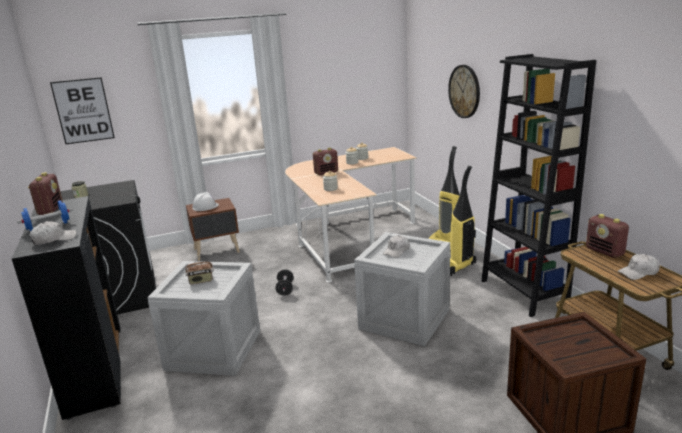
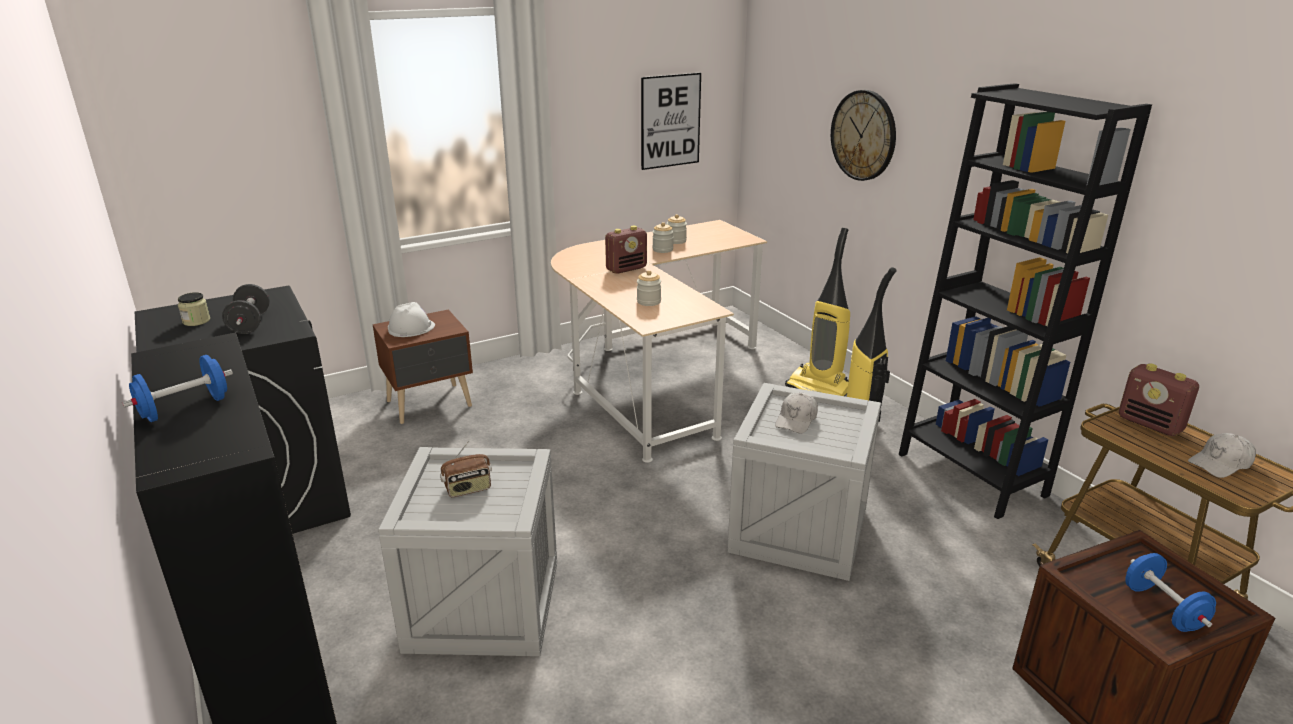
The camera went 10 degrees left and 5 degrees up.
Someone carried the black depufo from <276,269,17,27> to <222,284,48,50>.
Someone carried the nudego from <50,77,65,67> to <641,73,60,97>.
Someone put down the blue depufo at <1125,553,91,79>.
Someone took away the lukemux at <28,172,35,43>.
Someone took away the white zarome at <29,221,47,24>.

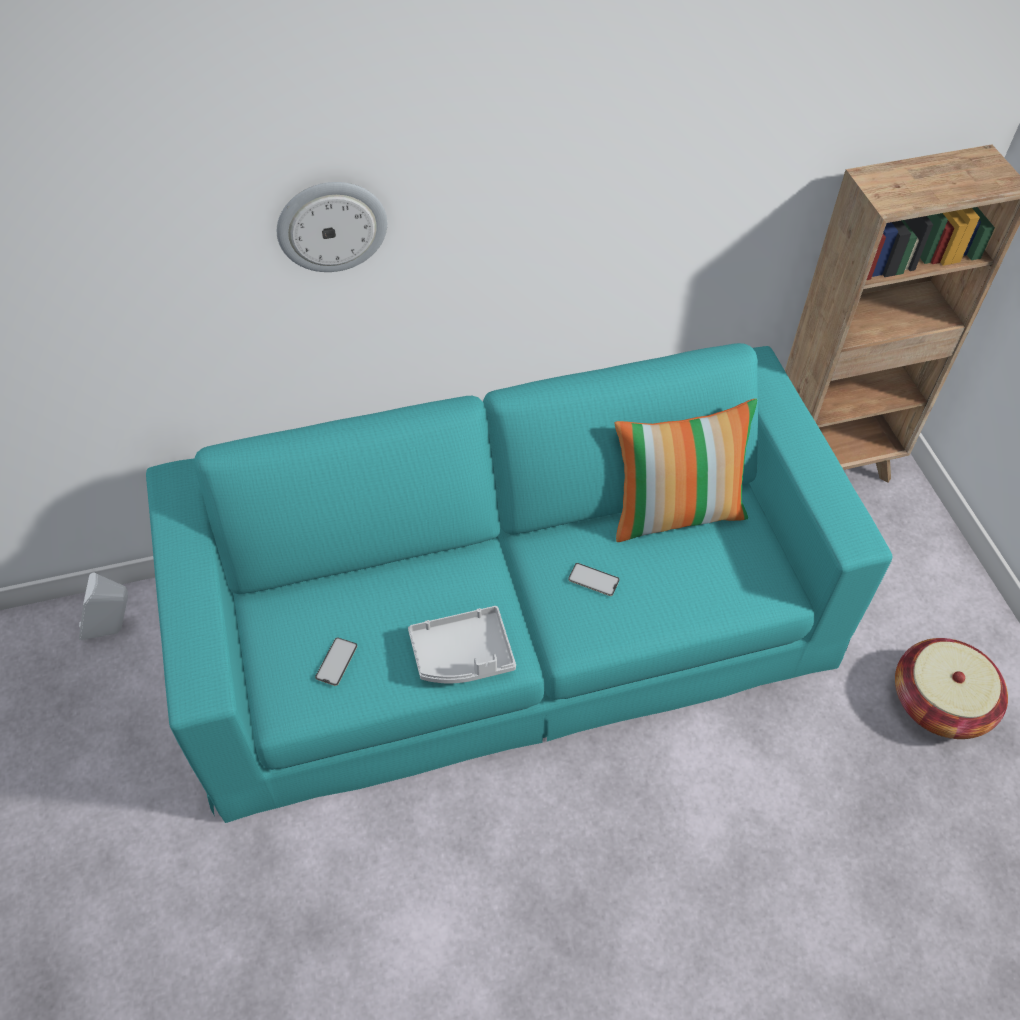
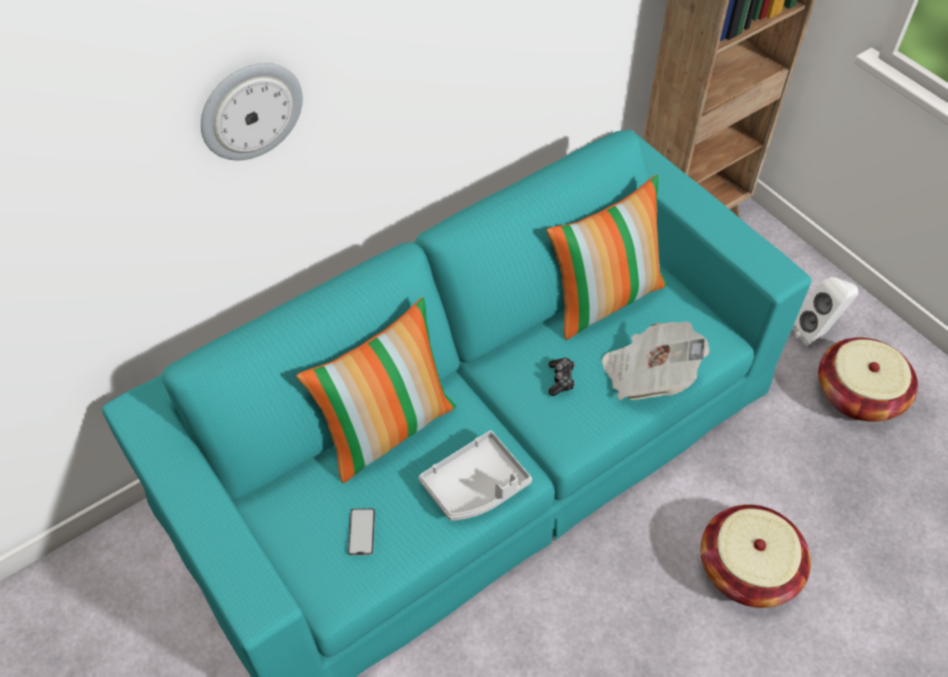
The camera went 20 degrees left and 0 degrees up.
Someone put down the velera at <296,297,160,186>.
Someone swapped the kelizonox at <568,563,52,33> for the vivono at <548,358,27,38>.
Someone put down the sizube at <602,321,108,79>.
Someone put down the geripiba at <701,504,110,104>.
Someone carried the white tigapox from <79,572,49,68> to <792,277,66,69>.

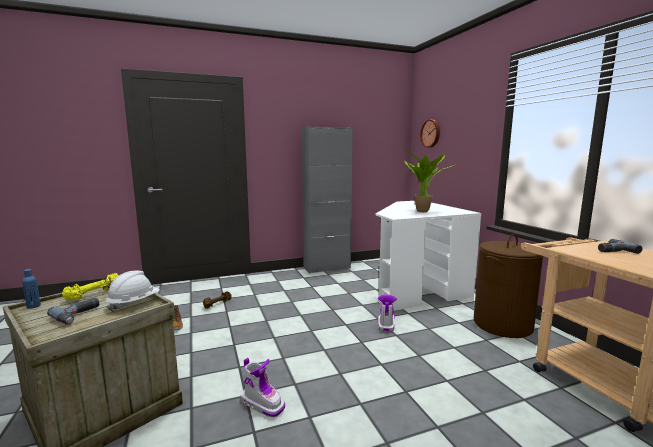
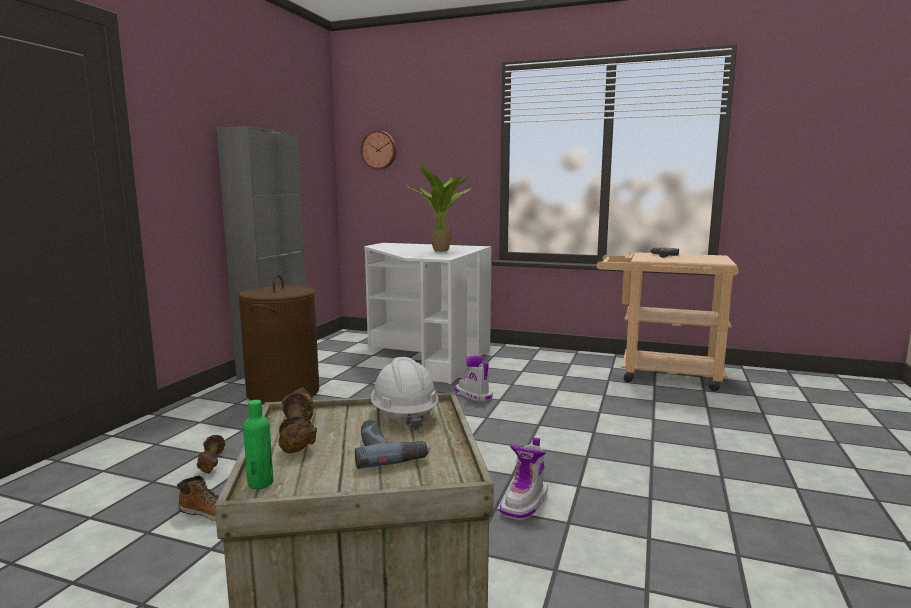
The camera went 50 degrees left and 0 degrees up.
Someone carried the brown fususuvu from <474,234,69,104> to <238,274,81,131>.
Someone repainted the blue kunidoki at <22,269,19,40>, which became the green kunidoki at <243,400,30,89>.
Someone repainted the yellow depufo at <62,273,57,28>, which became the brown depufo at <278,387,39,66>.
Someone rotated the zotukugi at <240,358,45,60> by 135 degrees clockwise.

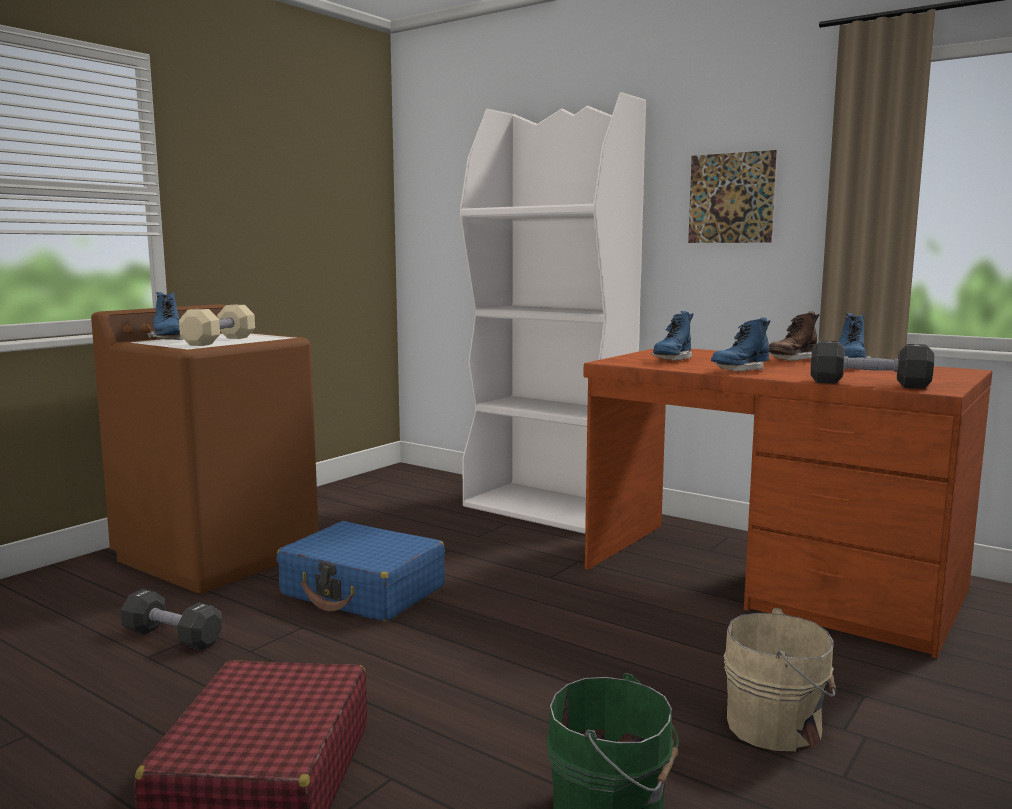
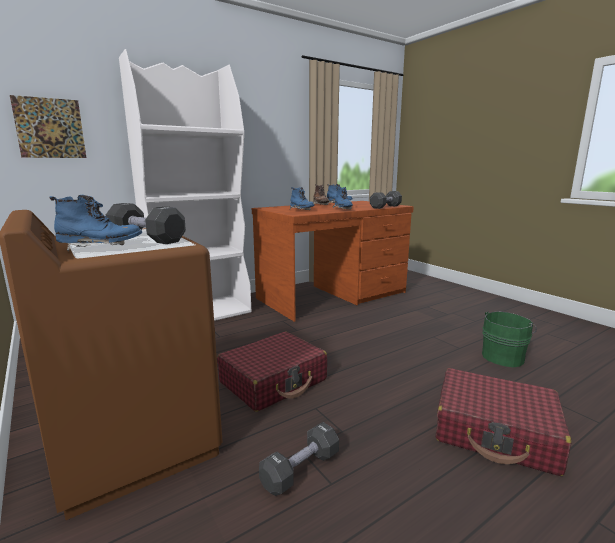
The camera went 70 degrees left and 5 degrees up.
Someone carried the nudego from <688,150,89,93> to <10,95,76,63>.
Someone repainted the beige depufo at <179,305,76,41>, which became the black depufo at <106,203,80,41>.
Someone repainted the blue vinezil at <277,521,168,101>, which became the red vinezil at <217,332,110,80>.
Someone took away the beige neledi at <724,608,112,143>.

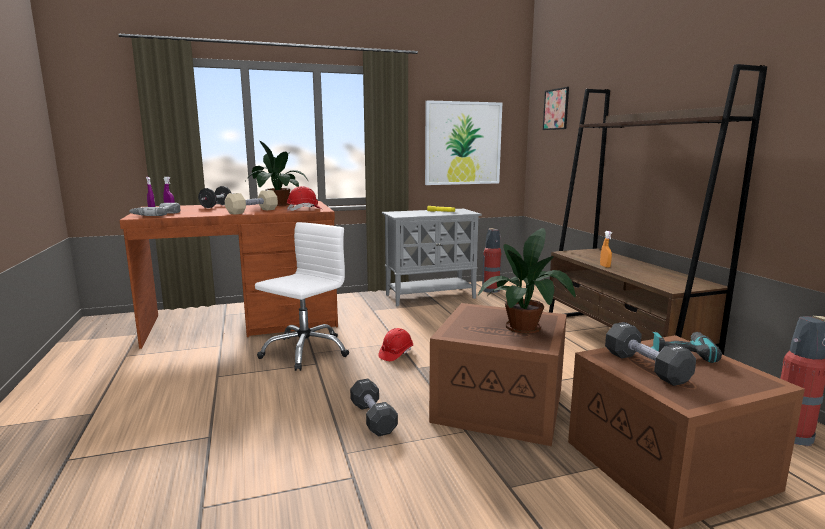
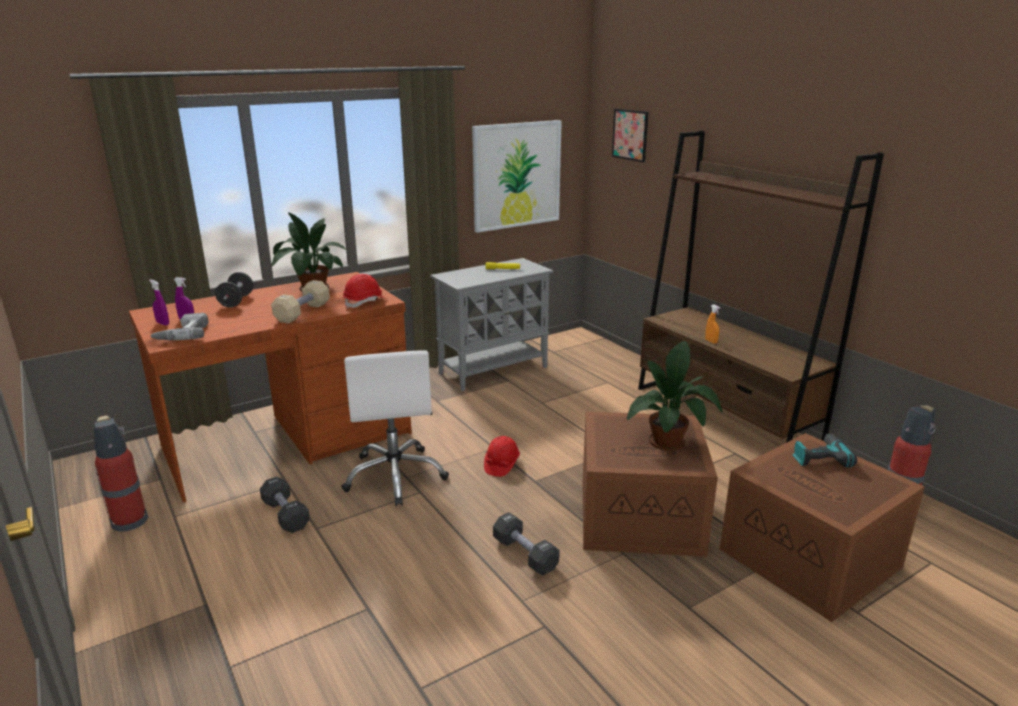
The camera went 15 degrees left and 10 degrees up.
Someone carried the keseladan from <482,228,20,65> to <94,415,55,117>.
Someone carried the black depufo from <605,322,91,64> to <260,477,50,56>.
Someone rotated the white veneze at <255,222,94,149> by 150 degrees clockwise.

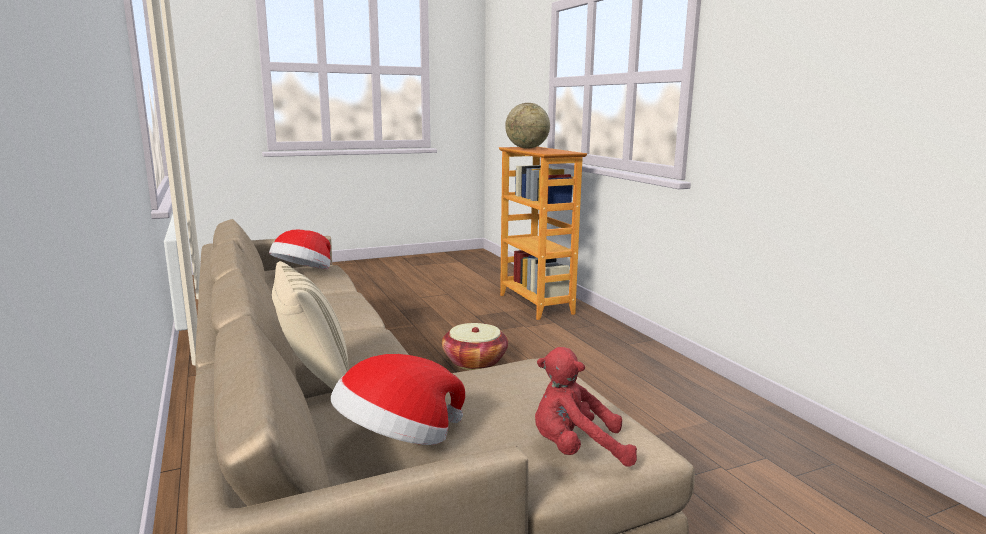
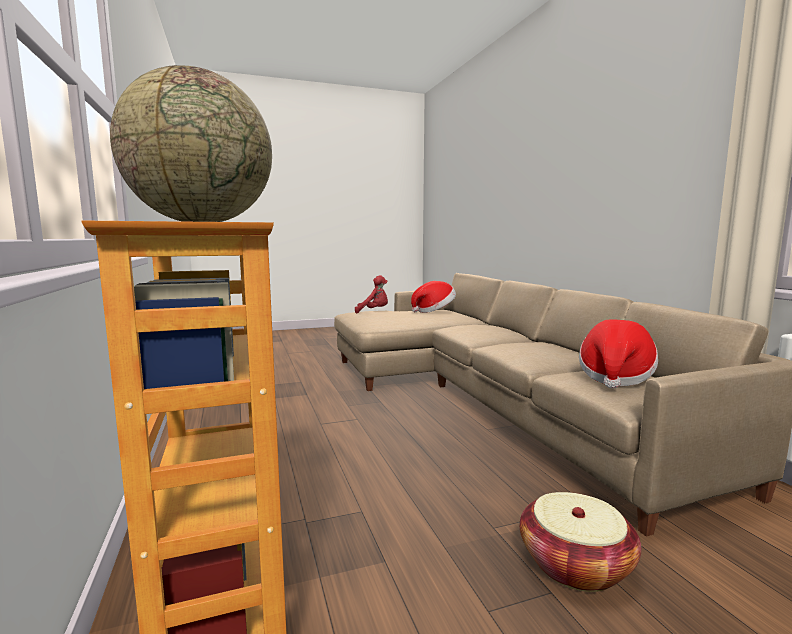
The camera went 175 degrees left and 5 degrees down.
Someone carried the geripiba from <442,323,66,47> to <520,492,121,100>.
Someone took away the beige velera at <272,261,77,129>.

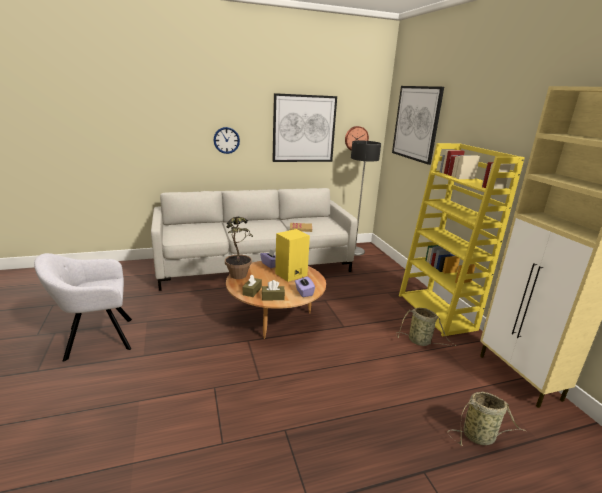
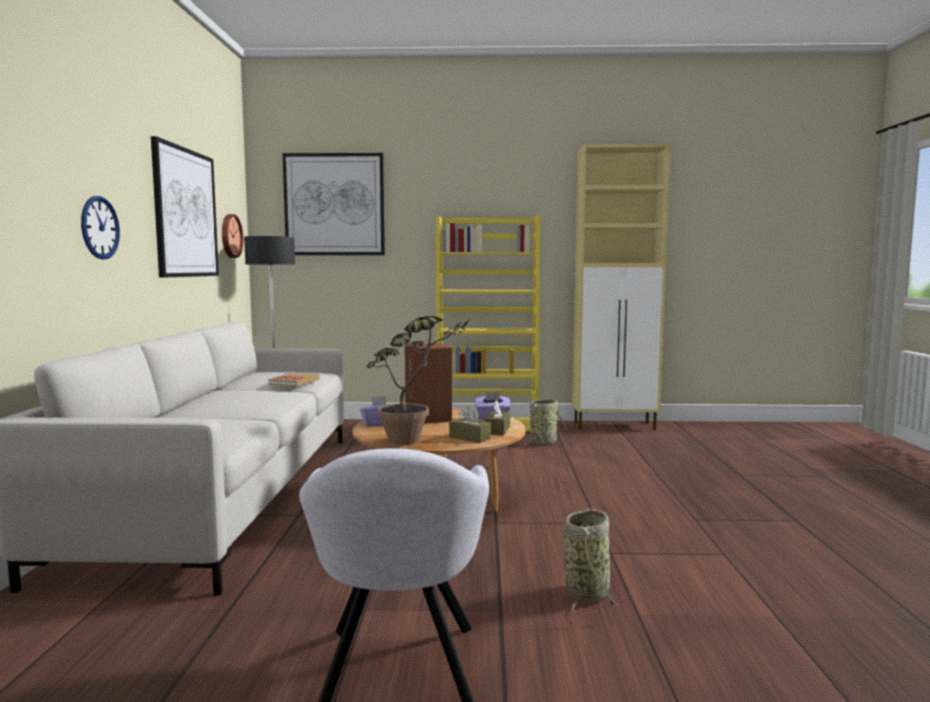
The camera went 70 degrees left and 15 degrees down.
Someone repainted the yellow tigapox at <275,229,35,53>, which became the brown tigapox at <405,343,47,81>.
Someone carried the geripiba from <447,392,79,54> to <564,509,54,105>.

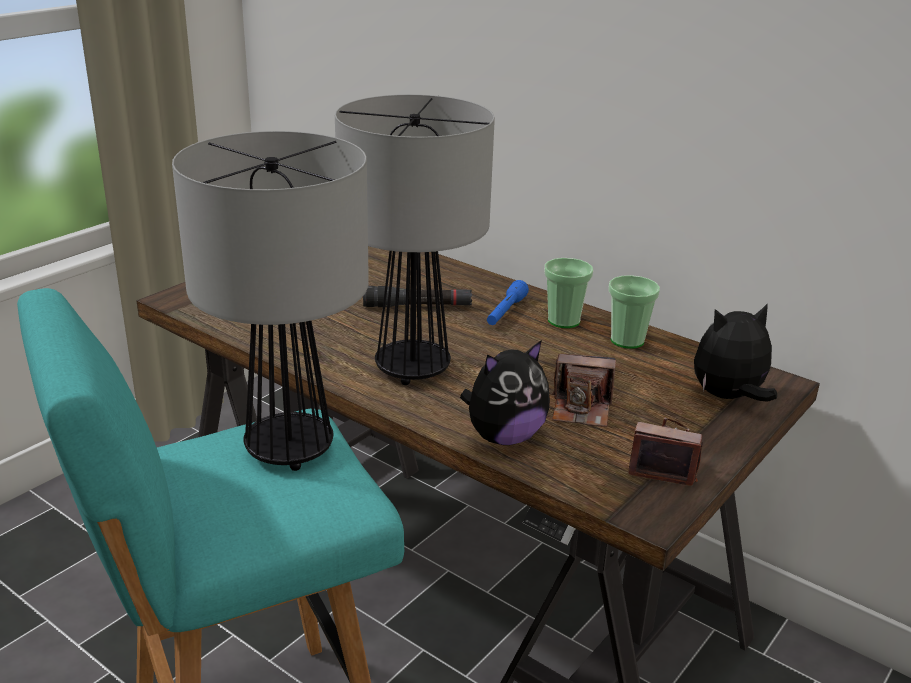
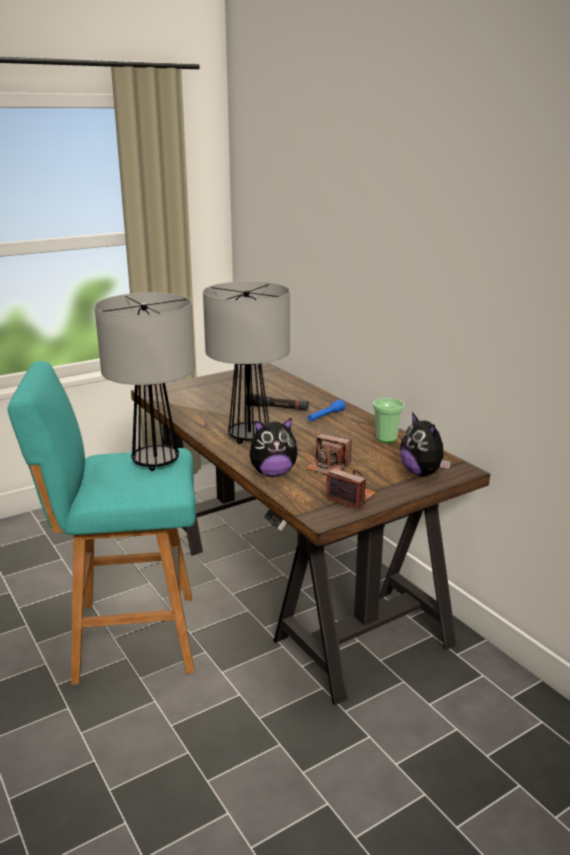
The camera went 20 degrees right and 5 degrees down.
Someone rotated the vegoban at <694,303,83,99> by 120 degrees counterclockwise.
Someone took away the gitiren at <544,258,49,70>.

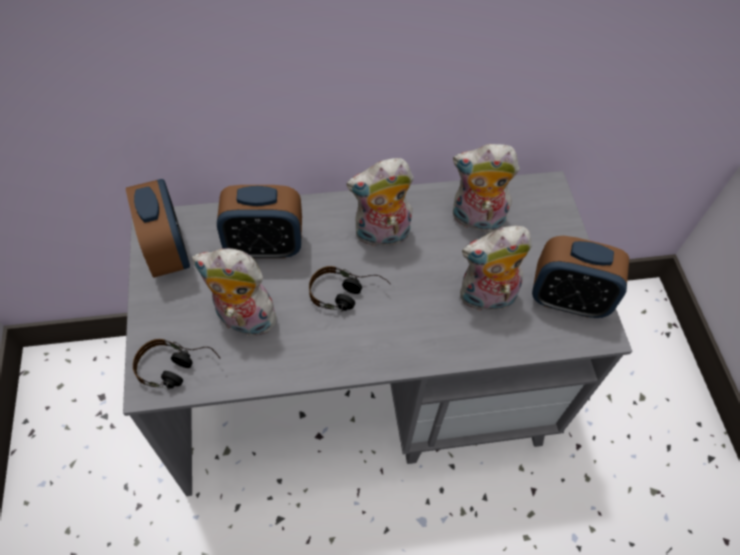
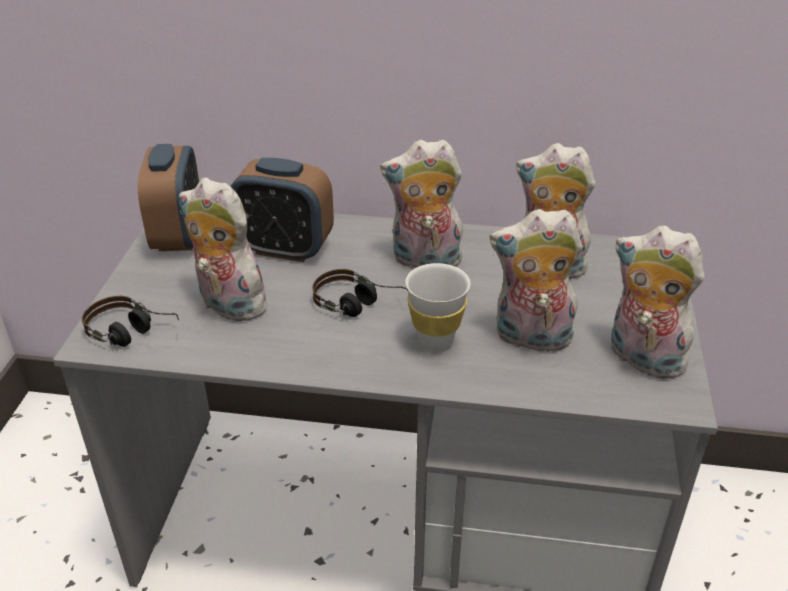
The camera went 20 degrees right and 20 degrees down.
Someone put down the white gitiren at <406,263,64,90>.
Someone swapped the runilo at <532,236,97,82> for the vegoban at <611,226,93,153>.

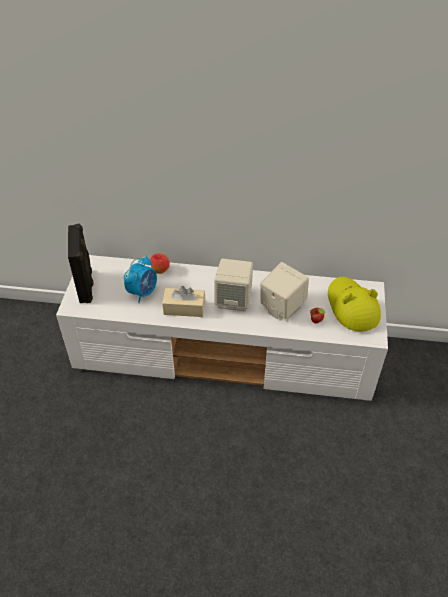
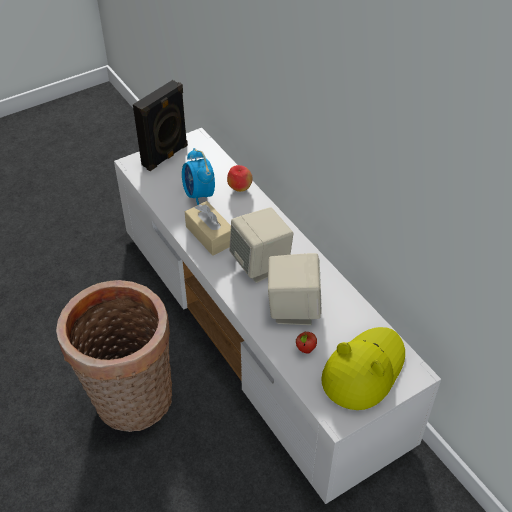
The camera went 50 degrees right and 0 degrees up.
Someone put down the geripiba at <56,280,116,152>.
Someone rotated the runilo at <124,256,33,47> by 75 degrees clockwise.

